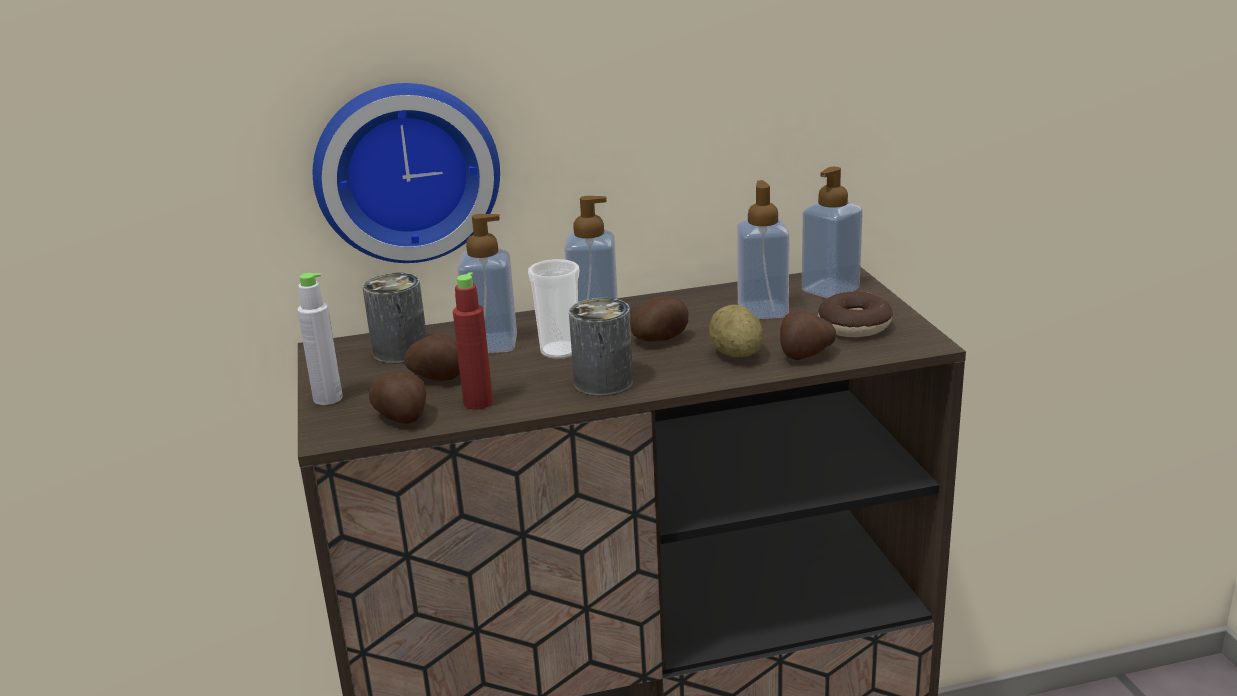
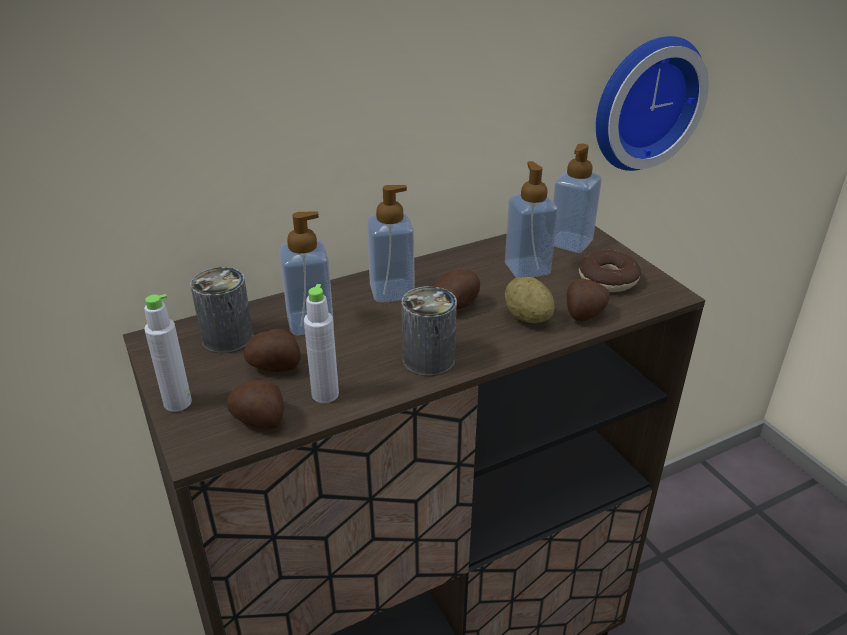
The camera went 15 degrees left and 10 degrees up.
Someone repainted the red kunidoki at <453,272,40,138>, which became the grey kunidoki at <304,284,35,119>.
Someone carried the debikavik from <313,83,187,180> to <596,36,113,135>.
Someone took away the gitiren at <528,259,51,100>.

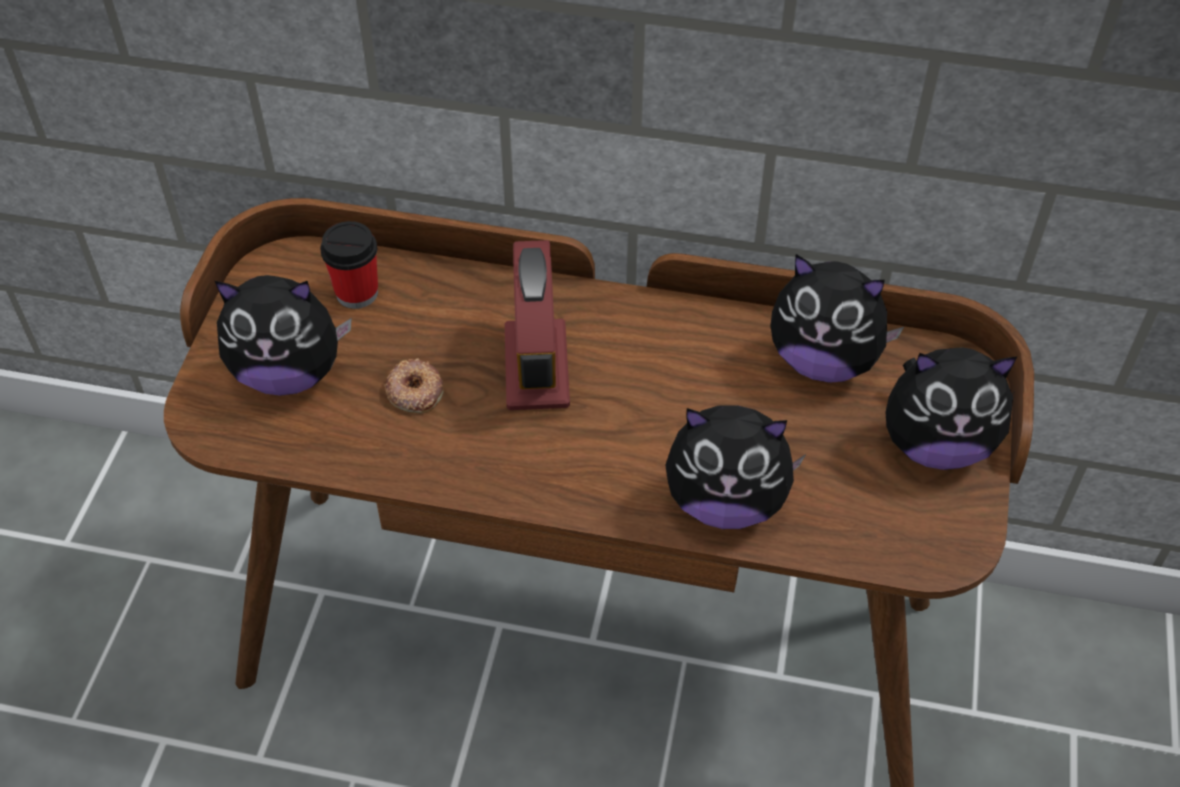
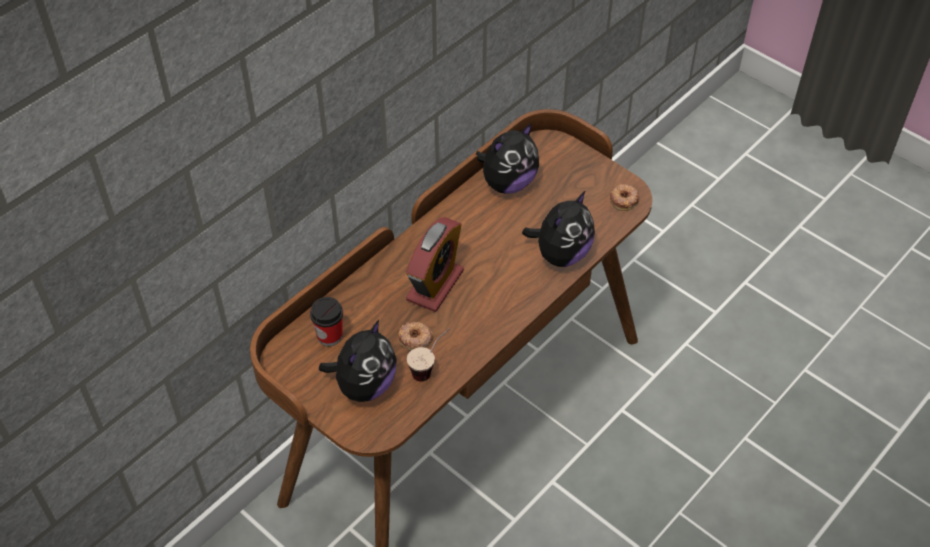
The camera went 60 degrees left and 0 degrees up.
Someone rotated the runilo at <505,240,65,170> by 90 degrees clockwise.
Someone put down the gitiren at <407,328,43,54>.
Someone put down the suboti at <610,184,30,27>.
Someone took away the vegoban at <886,347,132,123>.

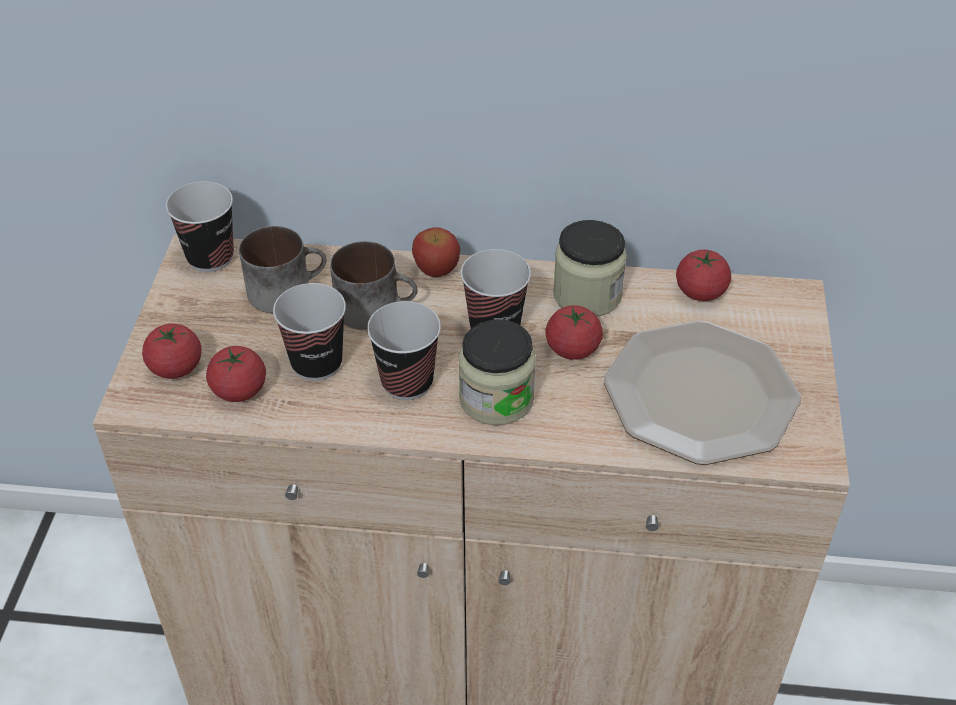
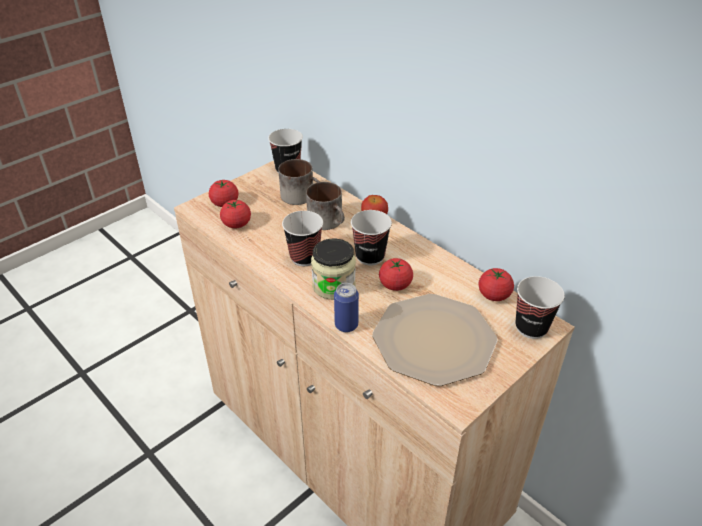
The camera went 40 degrees right and 5 degrees down.
Someone put down the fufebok at <334,283,25,50>.
Someone carried the gitiren from <273,283,73,98> to <515,276,50,63>.
Someone took away the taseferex at <553,220,74,97>.

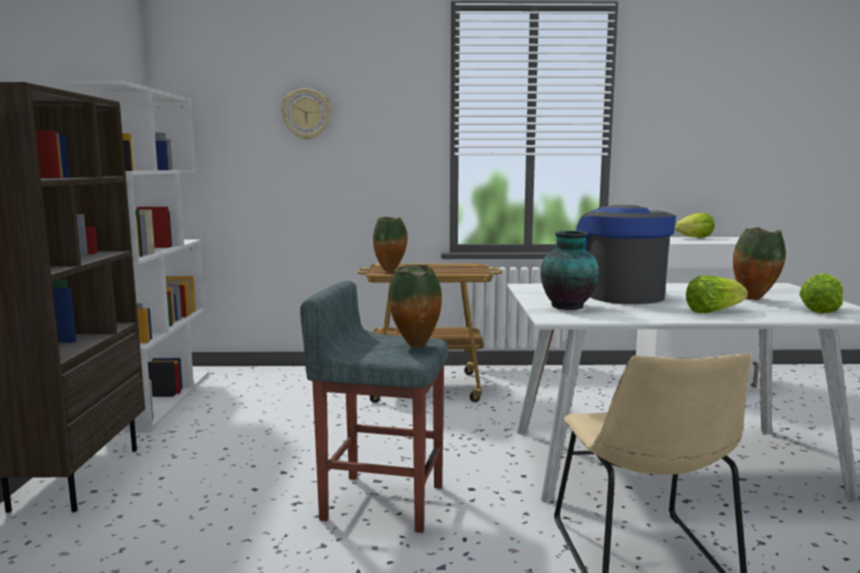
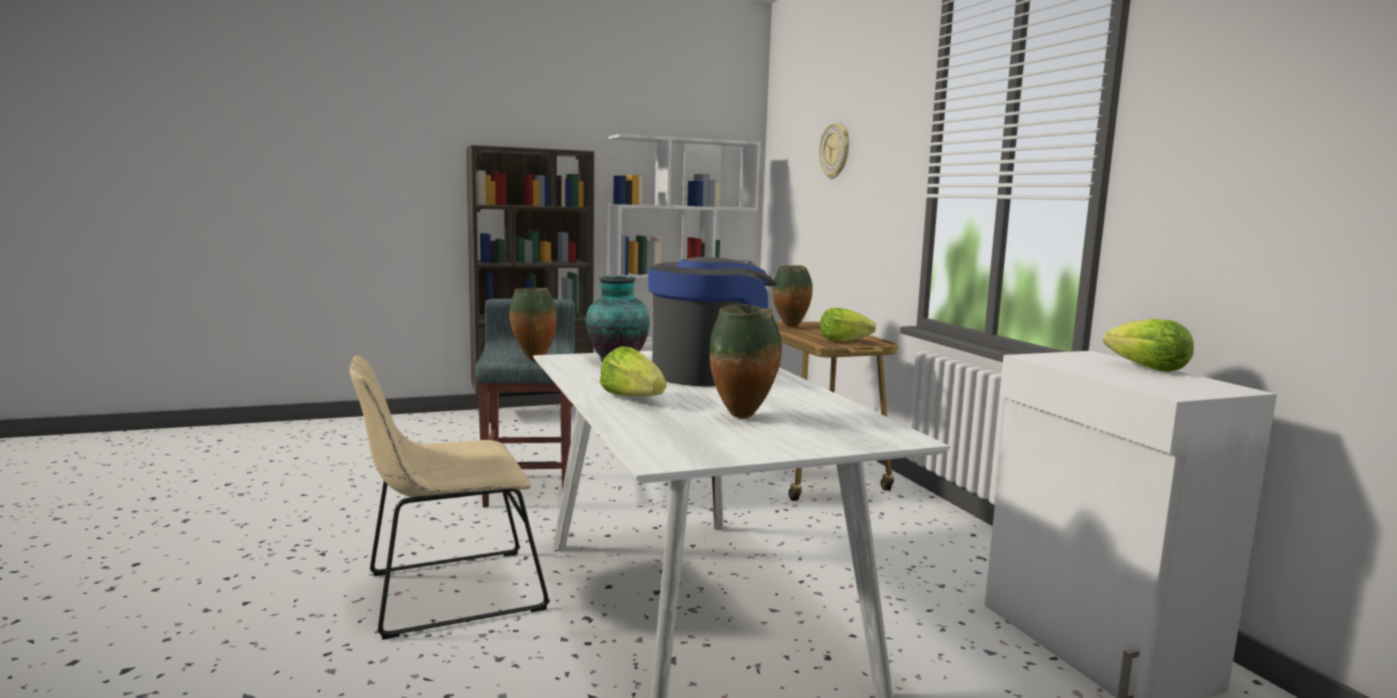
The camera went 70 degrees right and 0 degrees up.
Someone carried the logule from <799,274,44,40> to <820,308,56,34>.

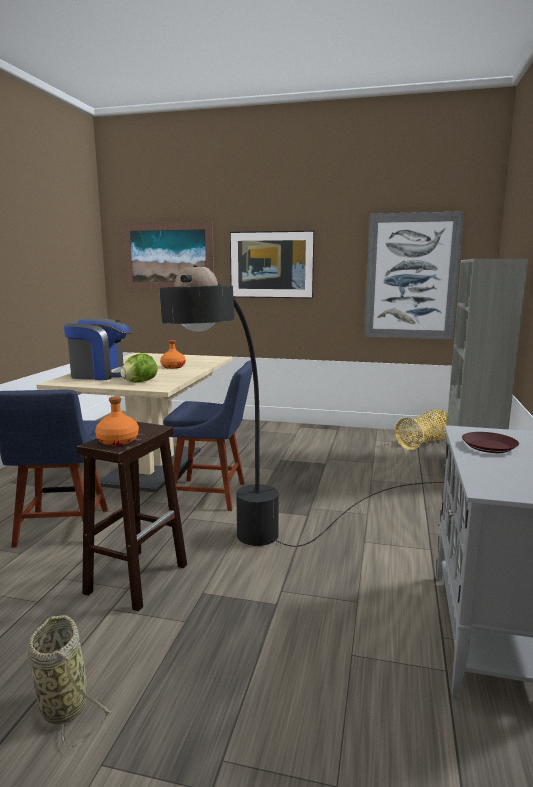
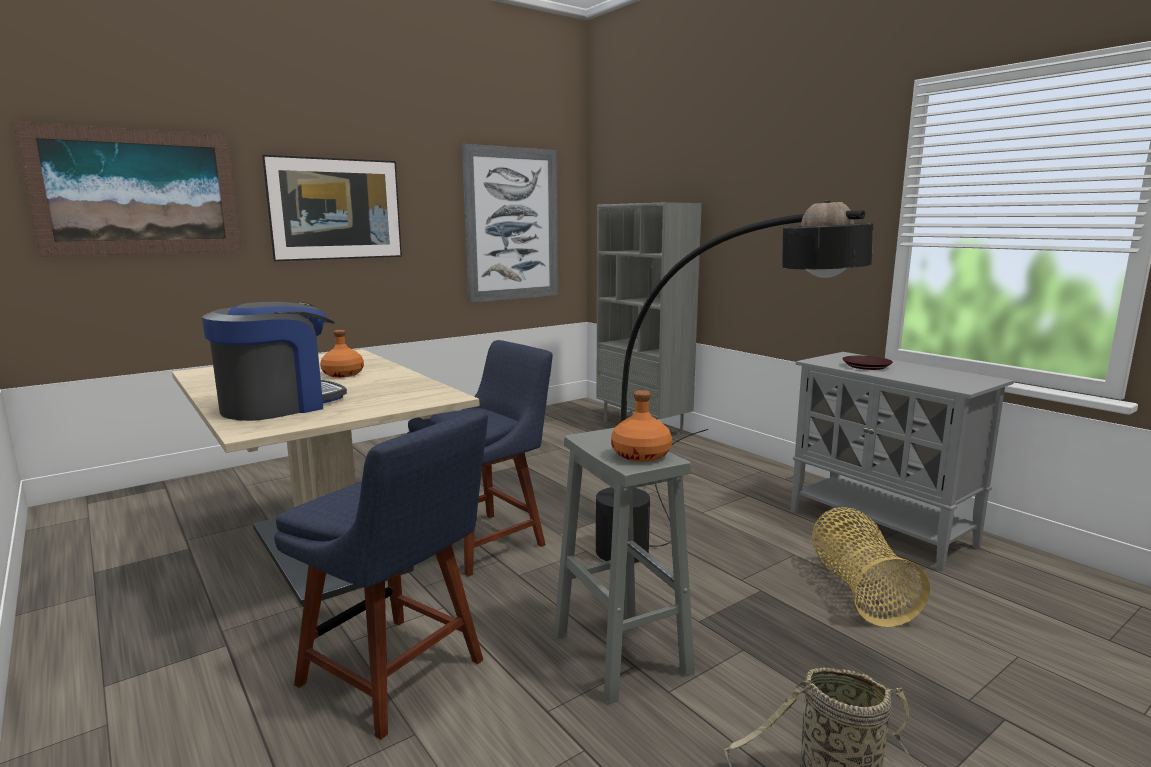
The camera went 50 degrees left and 0 degrees up.
Someone repainted the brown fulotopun at <77,422,110,190>, which became the grey fulotopun at <554,428,141,276>.
Someone carried the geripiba from <395,409,53,41> to <812,507,118,120>.
Someone took away the logule at <121,353,37,29>.

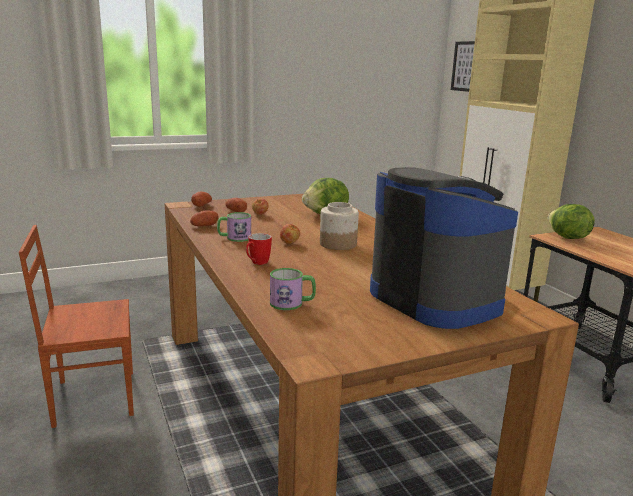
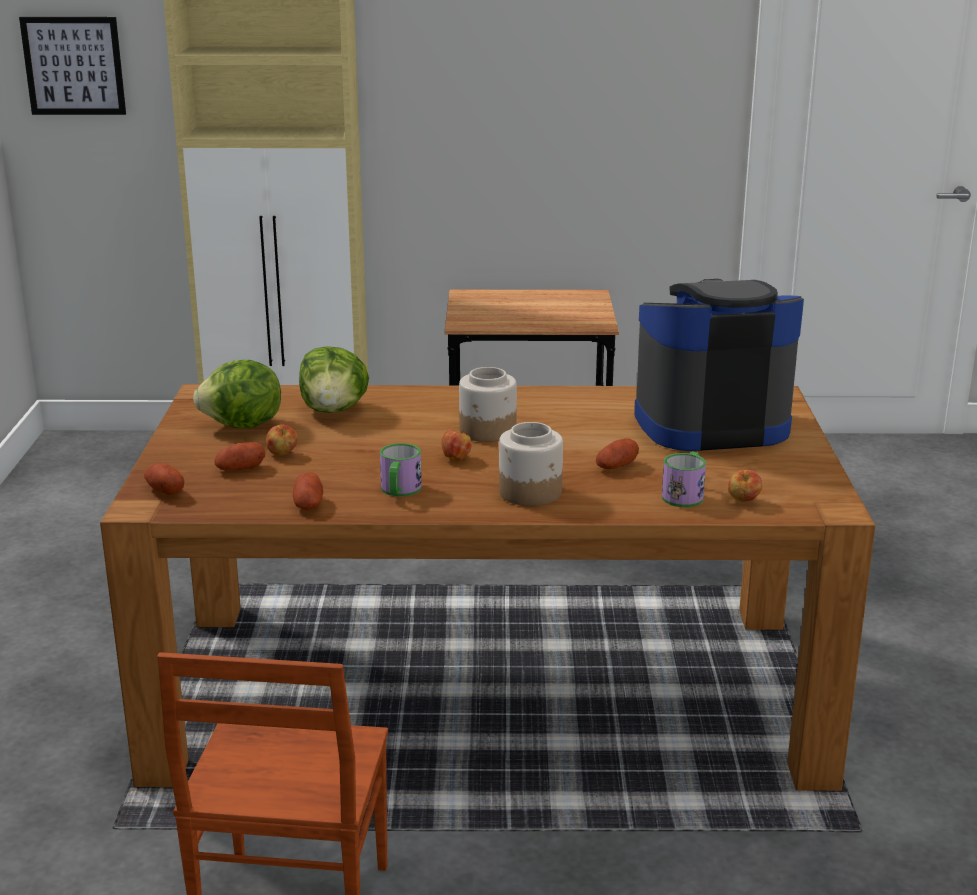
The camera went 65 degrees left and 5 degrees up.
Someone carried the logule from <548,204,47,35> to <193,360,88,69>.
Someone swapped the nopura at <246,233,26,32> for the taseferex at <499,422,64,84>.
Someone put down the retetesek at <596,438,43,31>.
Someone put down the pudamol at <728,470,34,32>.

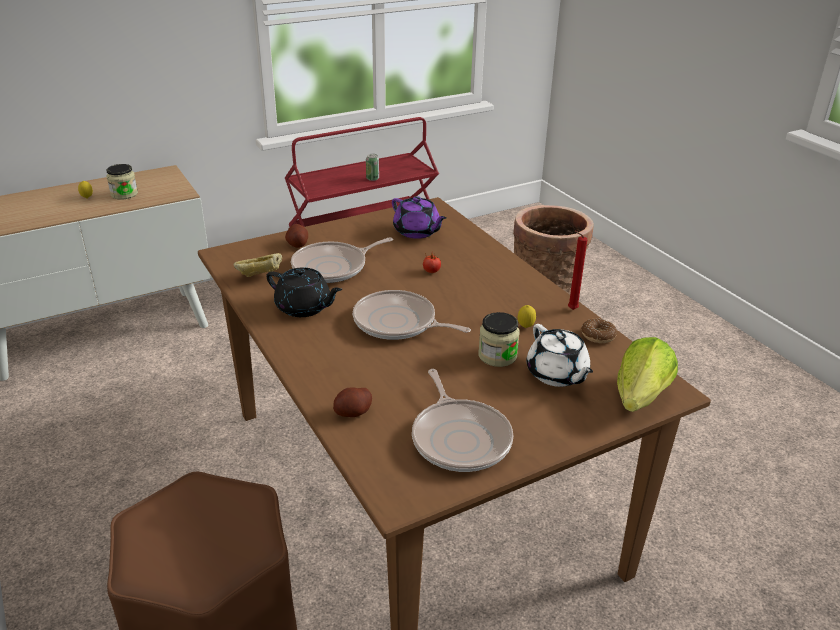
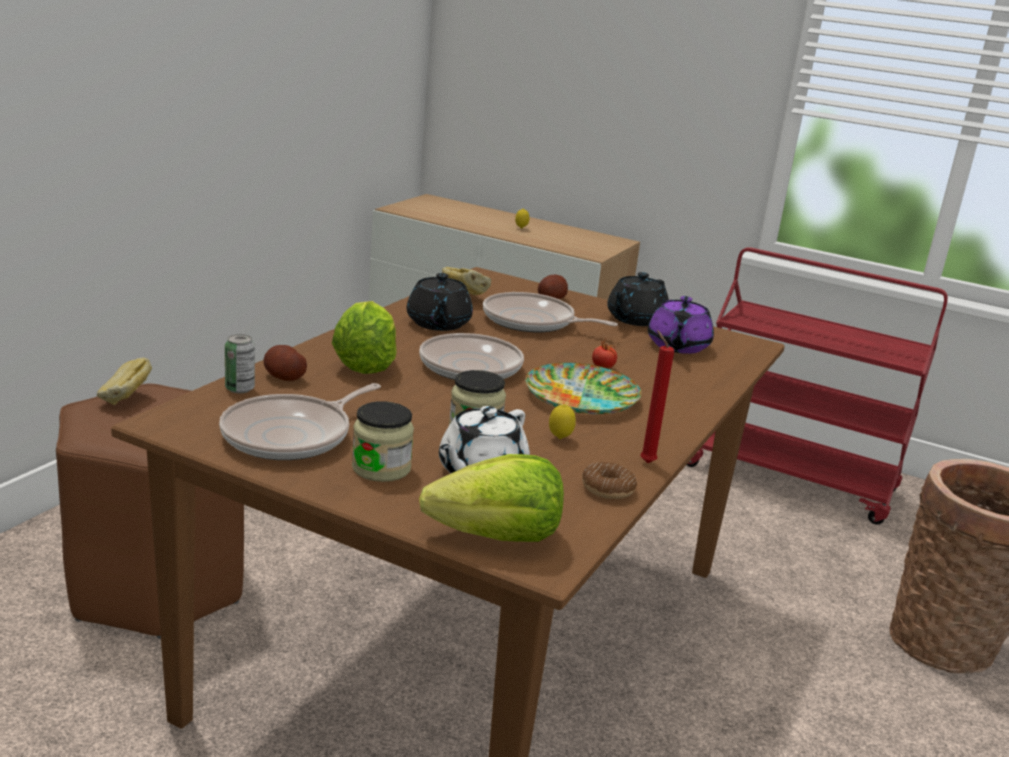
The camera went 55 degrees right and 10 degrees down.
Someone put down the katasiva at <97,358,55,47>.
Someone carried the fufebok from <366,154,13,27> to <225,334,30,59>.
Someone put down the logule at <332,301,65,73>.
Someone carried the taseferex from <107,164,31,36> to <352,401,62,81>.
Someone put down the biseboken at <525,363,117,51>.
Someone put down the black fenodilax at <607,272,62,54>.

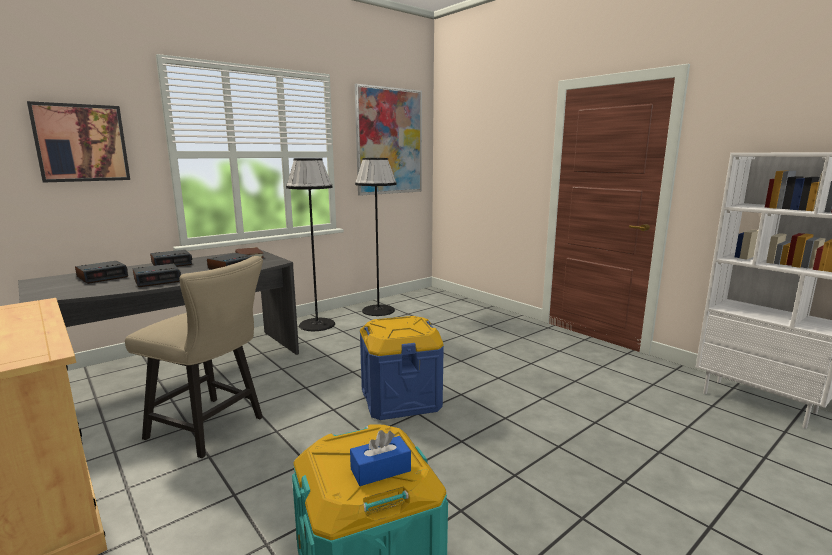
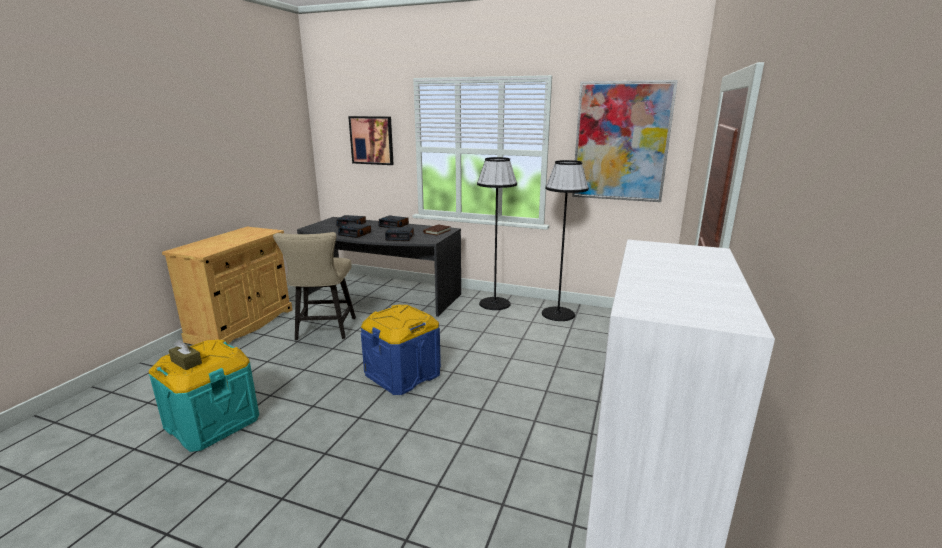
The camera went 60 degrees right and 5 degrees up.
Someone repainted the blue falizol at <350,430,61,56>, which became the brown falizol at <169,340,33,30>.

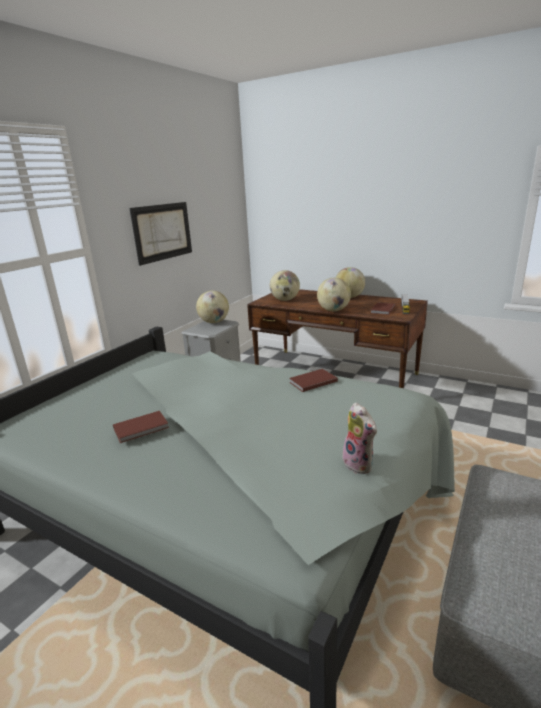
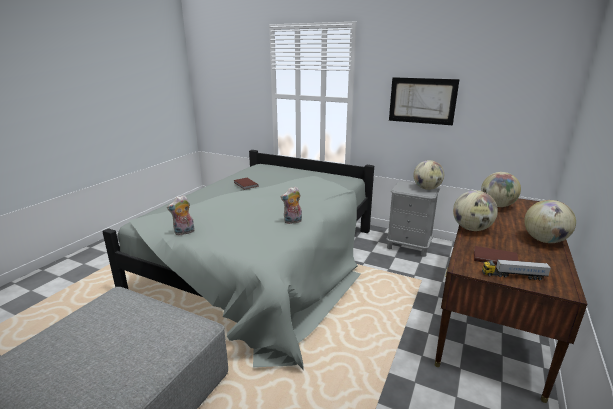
The camera went 85 degrees right and 0 degrees up.
Someone swapped the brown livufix at <289,369,49,23> for the vegoban at <281,186,21,38>.

